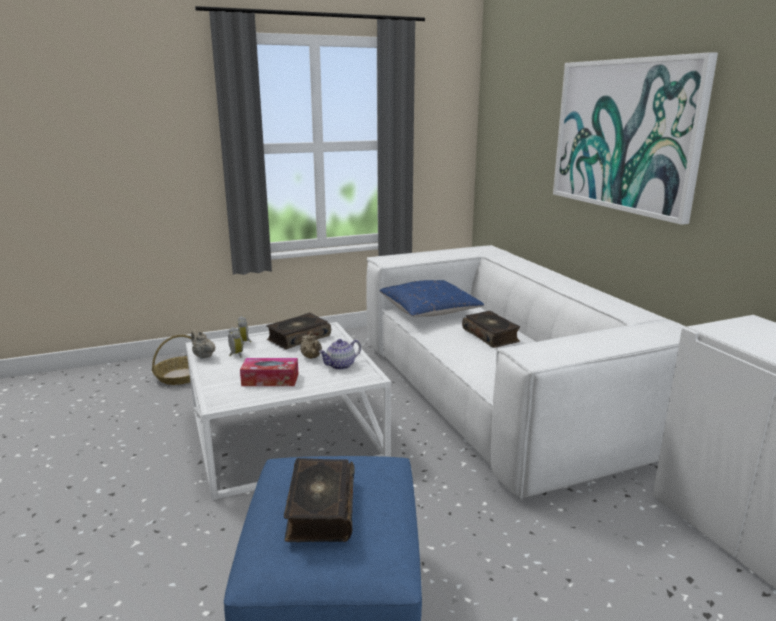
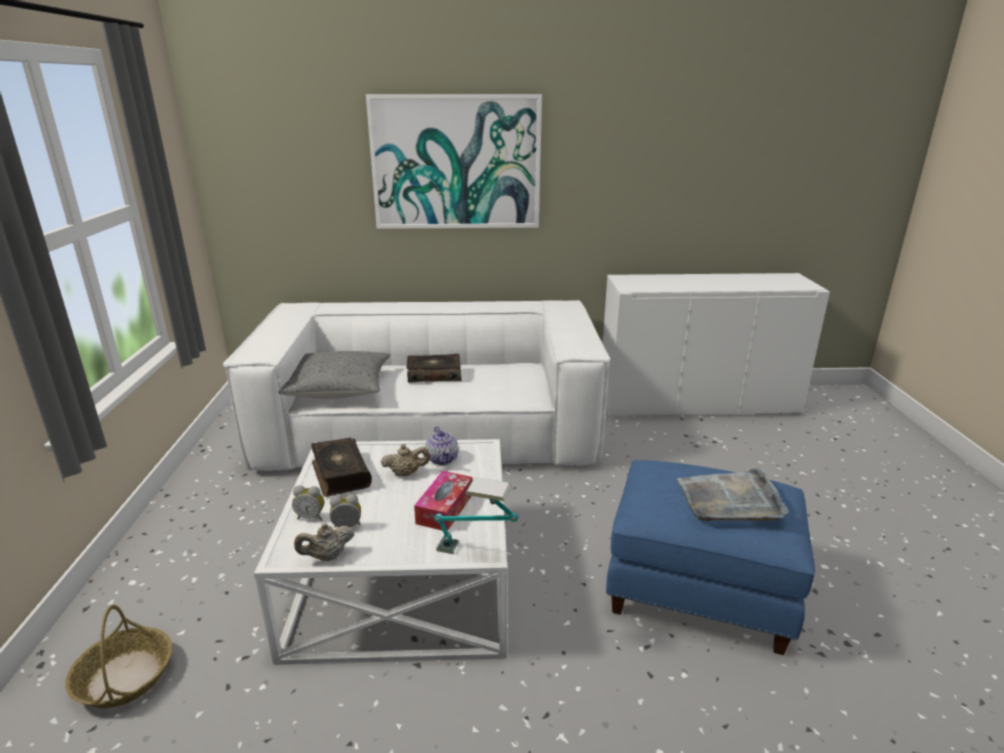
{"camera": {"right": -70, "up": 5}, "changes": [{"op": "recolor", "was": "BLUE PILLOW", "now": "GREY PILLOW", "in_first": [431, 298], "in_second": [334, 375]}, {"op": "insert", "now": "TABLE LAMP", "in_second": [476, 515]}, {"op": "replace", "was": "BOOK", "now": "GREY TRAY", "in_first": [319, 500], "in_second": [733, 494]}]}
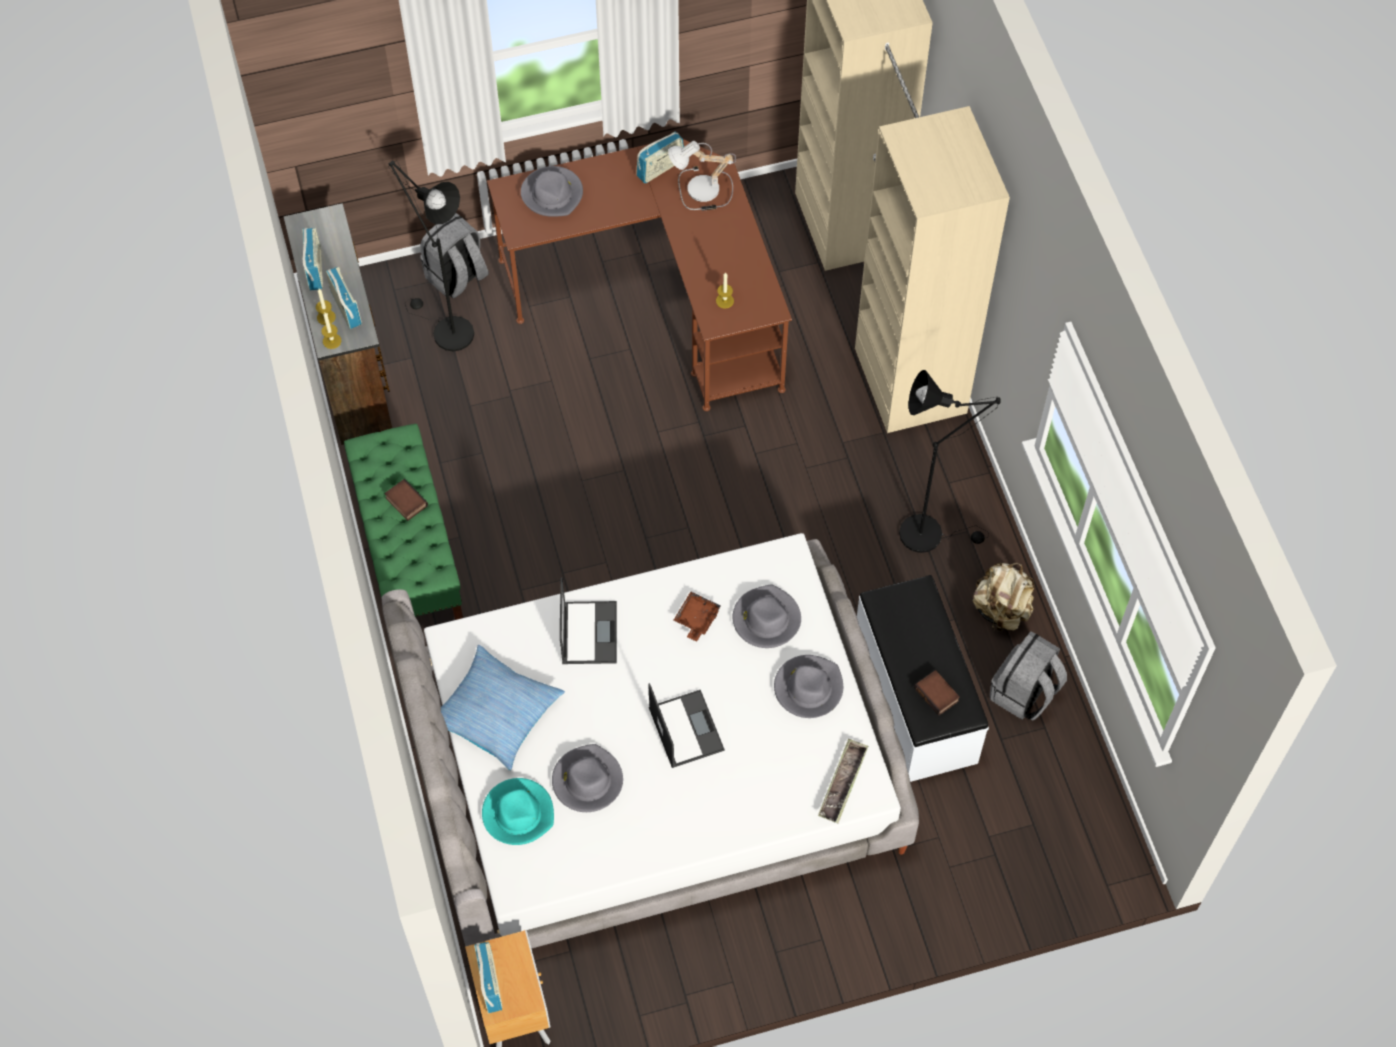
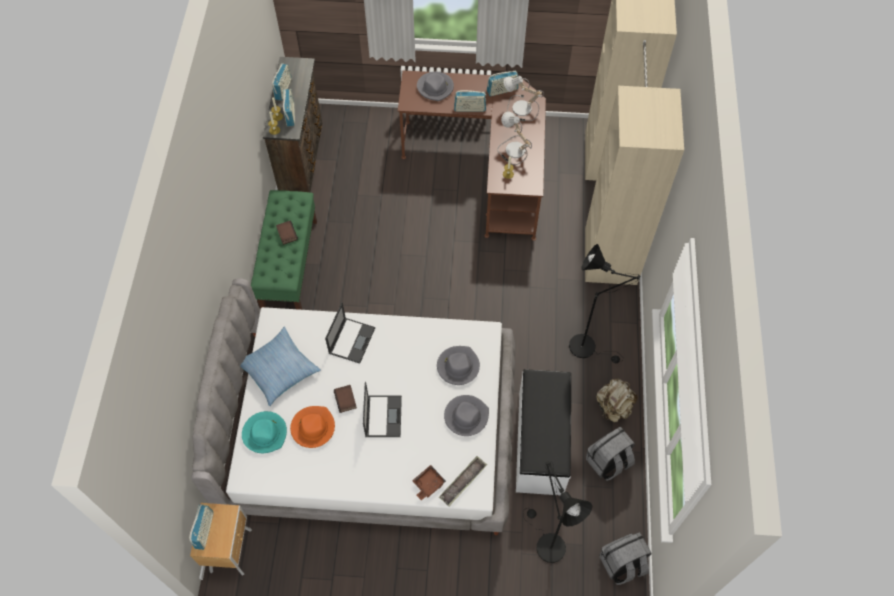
{"camera": {"right": 20, "up": 0}, "changes": [{"op": "recolor", "was": "GREY HAT", "now": "ORANGE HAT", "in_first": [587, 778], "in_second": [312, 427]}, {"op": "move", "was": "BOOK", "in_first": [937, 693], "in_second": [345, 399]}, {"op": "move", "was": "BROWN TRAY", "in_first": [697, 617], "in_second": [429, 483]}, {"op": "insert", "now": "RADIO", "in_second": [470, 101]}, {"op": "insert", "now": "TABLE LAMP", "in_second": [514, 138]}, {"op": "move", "was": "BLACK FLOOR LAMP", "in_first": [431, 256], "in_second": [558, 512]}, {"op": "move", "was": "GREY BACKPACK", "in_first": [454, 255], "in_second": [625, 558]}]}
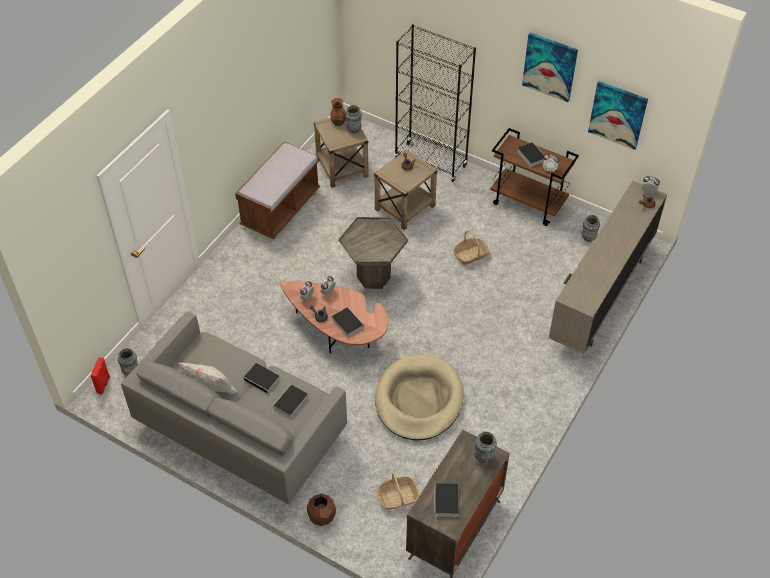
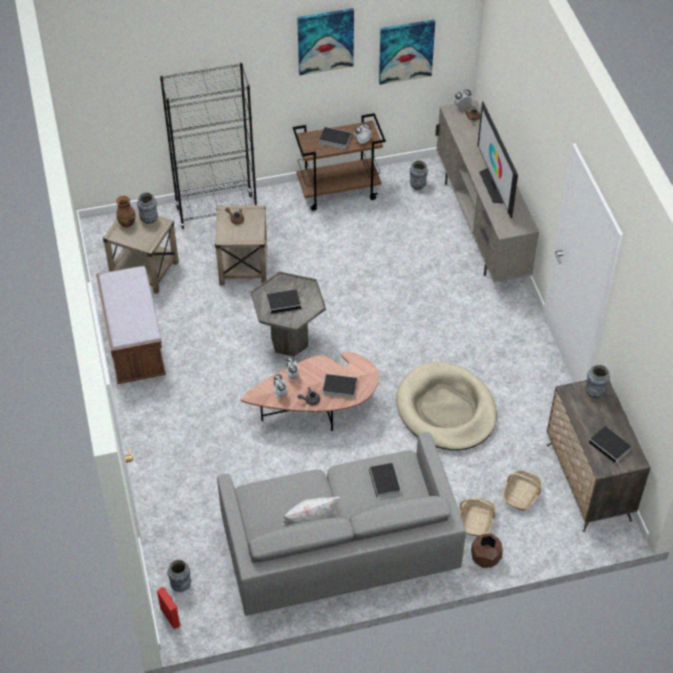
{"camera": {"right": -45, "up": 0}, "changes": [{"op": "move", "was": "BOOK", "in_first": [261, 379], "in_second": [284, 301]}, {"op": "move", "was": "BASKET", "in_first": [471, 248], "in_second": [478, 517]}, {"op": "insert", "now": "TELEVISION", "in_second": [498, 159]}]}
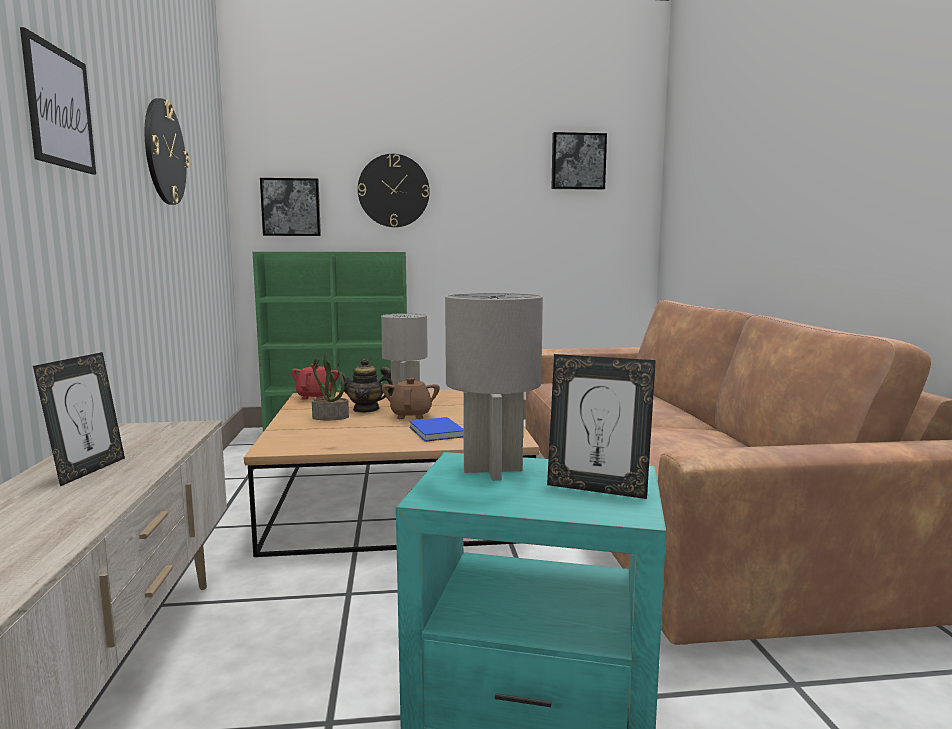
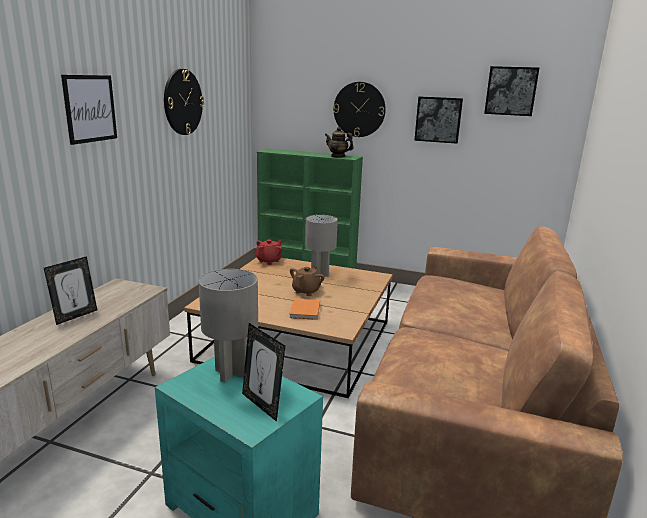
{"camera": {"right": 25, "up": 10}, "changes": [{"op": "recolor", "was": "BLUE BOOK", "now": "ORANGE BOOK", "in_first": [436, 429], "in_second": [304, 309]}, {"op": "move", "was": "TEAPOT", "in_first": [365, 385], "in_second": [339, 142]}, {"op": "move", "was": "PICTURE", "in_first": [290, 207], "in_second": [438, 120]}, {"op": "delete", "was": "POTTED PLANT", "in_first": [330, 386]}]}
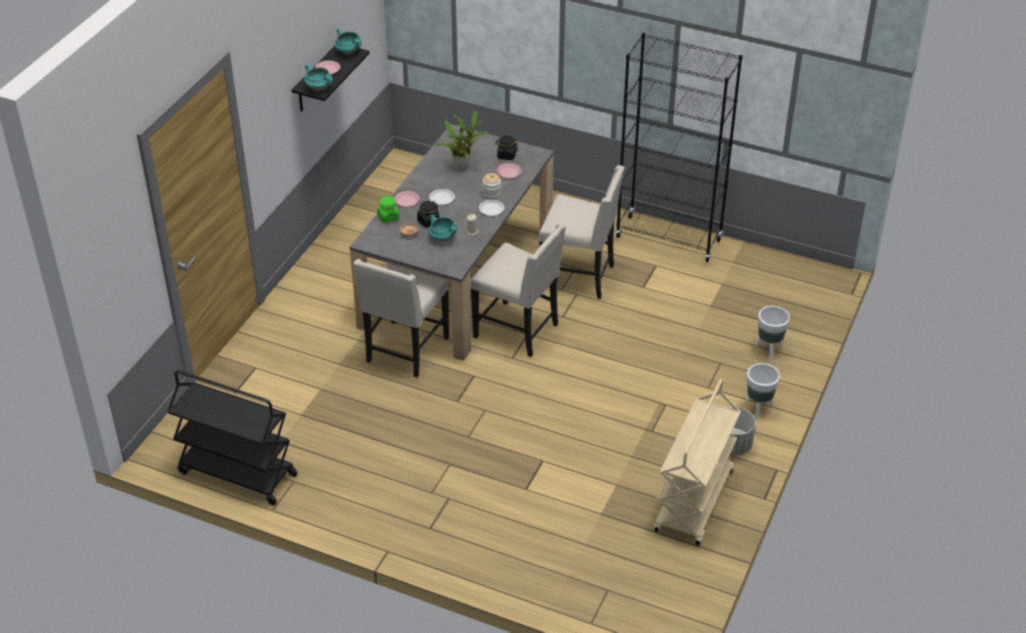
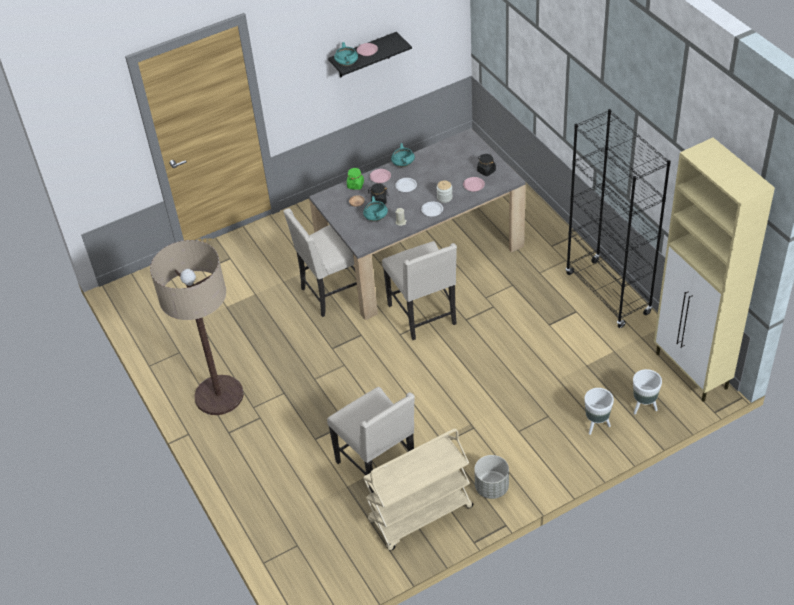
{"camera": {"right": 40, "up": 5}, "changes": [{"op": "insert", "now": "FLOOR LAMP", "in_second": [197, 327]}, {"op": "move", "was": "BEIGE CHAIR", "in_first": [581, 232], "in_second": [371, 440]}, {"op": "move", "was": "TURQUOISE COOKING POT", "in_first": [348, 41], "in_second": [403, 155]}, {"op": "move", "was": "WHITE PLANTER", "in_first": [763, 391], "in_second": [647, 391]}, {"op": "insert", "now": "BEIGE CABINET", "in_second": [714, 270]}, {"op": "delete", "was": "BLACK CART", "in_first": [232, 437]}, {"op": "delete", "was": "POTTED PLANT", "in_first": [461, 141]}]}
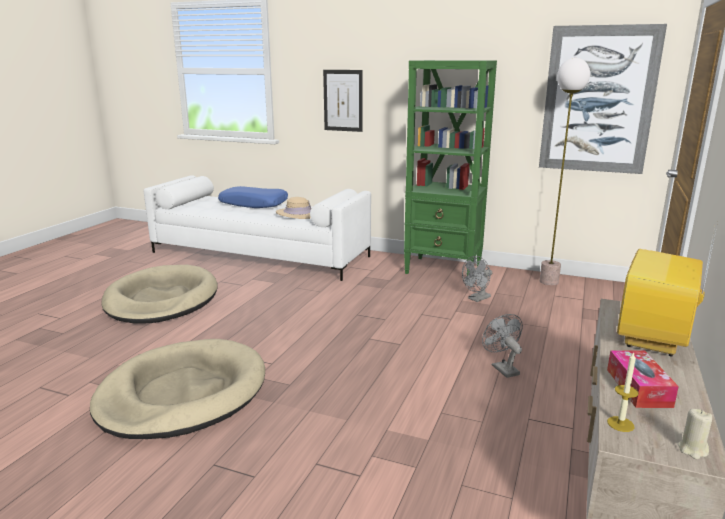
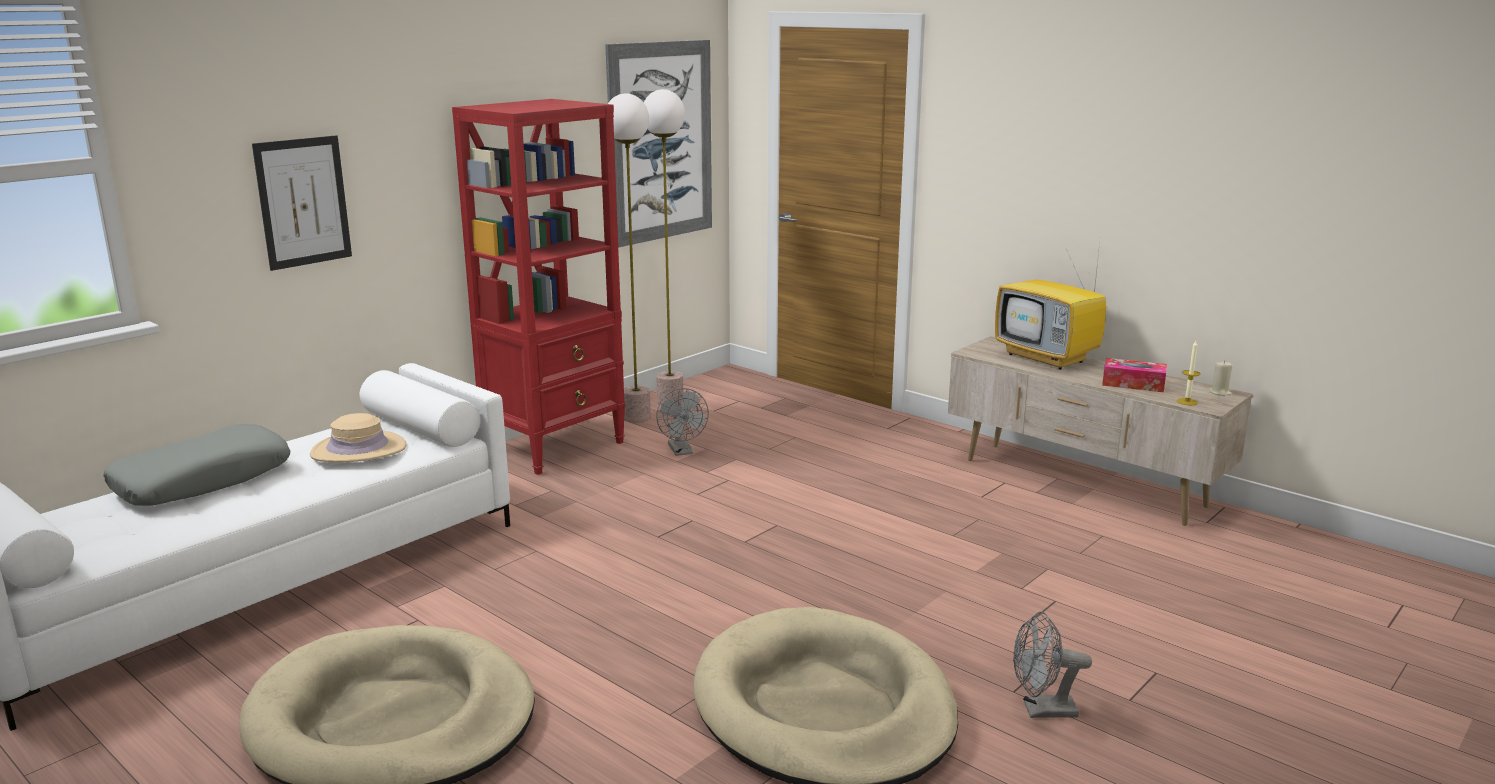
{"camera": {"right": -70, "up": 0}, "changes": [{"op": "recolor", "was": "BLUE PILLOW", "now": "GREY PILLOW", "in_first": [253, 197], "in_second": [197, 465]}, {"op": "recolor", "was": "GREEN BOOKCASE", "now": "RED BOOKCASE", "in_first": [450, 167], "in_second": [538, 287]}, {"op": "insert", "now": "FLOOR LAMP", "in_second": [629, 258]}, {"op": "move", "was": "GREY FAN", "in_first": [502, 346], "in_second": [1052, 664]}]}
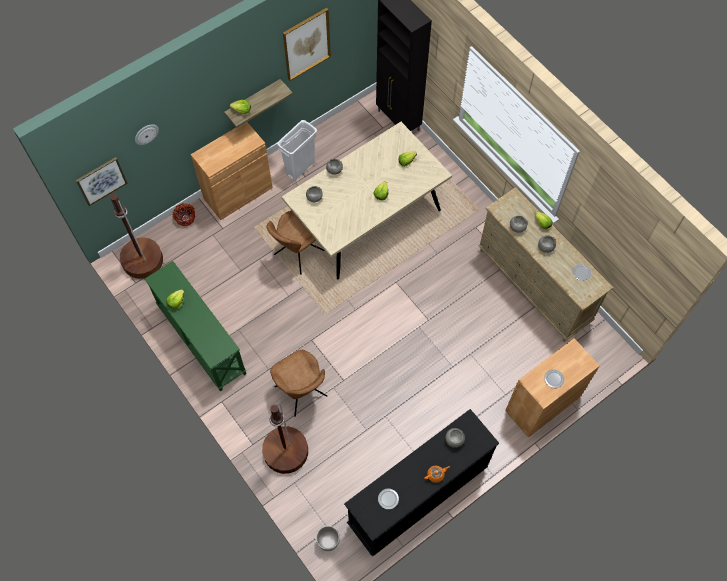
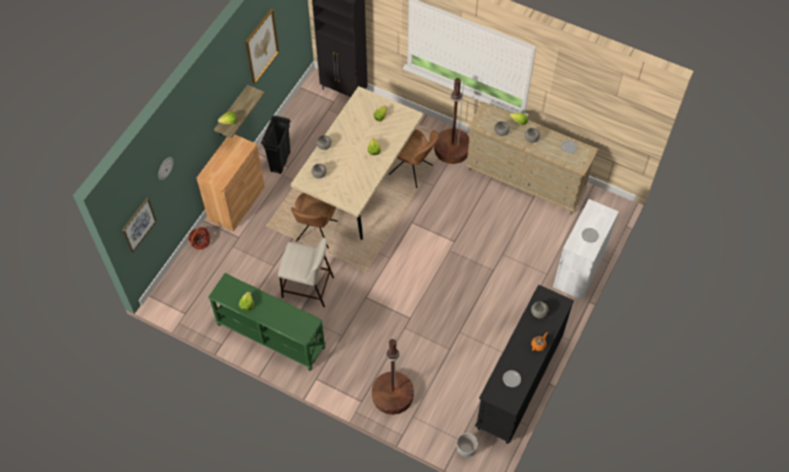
{"camera": {"right": -25, "up": -5}, "changes": [{"op": "recolor", "was": "WHITE TRASH CAN", "now": "BLACK TRASH CAN", "in_first": [297, 150], "in_second": [276, 145]}, {"op": "insert", "now": "BEIGE STOOL", "in_second": [306, 272]}, {"op": "move", "was": "BROWN CHAIR", "in_first": [298, 383], "in_second": [414, 158]}, {"op": "move", "was": "BROWN FLOOR LAMP", "in_first": [136, 236], "in_second": [451, 121]}, {"op": "recolor", "was": "BROWN CABINET", "now": "WHITE CABINET", "in_first": [552, 388], "in_second": [586, 249]}]}
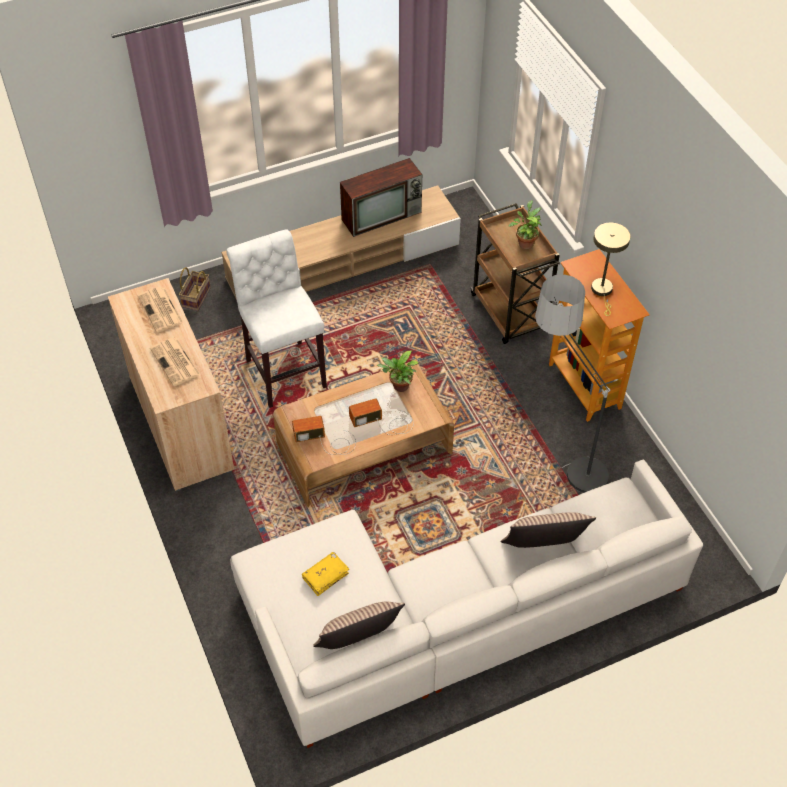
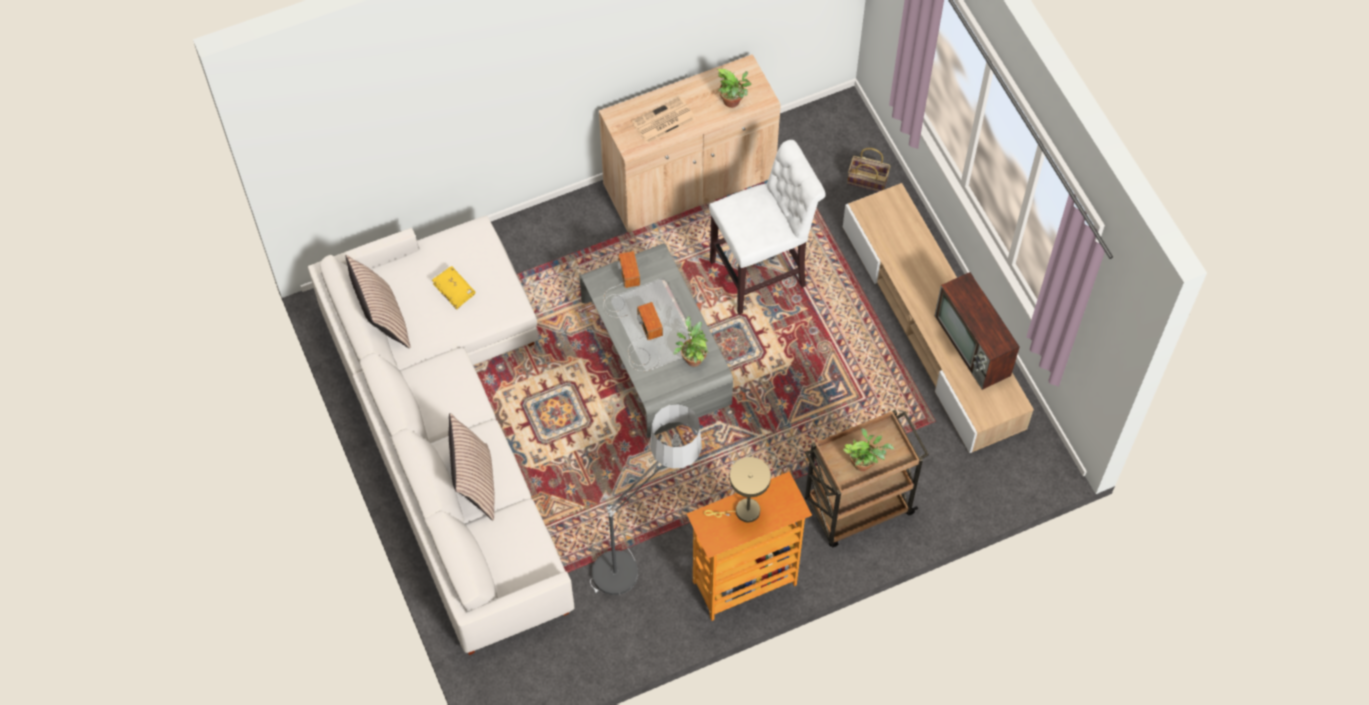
{"camera": {"right": 90, "up": 10}, "changes": [{"op": "recolor", "was": "BROWN COFFEE TABLE", "now": "GREY COFFEE TABLE", "in_first": [363, 434], "in_second": [656, 340]}, {"op": "replace", "was": "NEWSPAPER", "now": "POTTED PLANT", "in_first": [160, 310], "in_second": [734, 88]}]}
